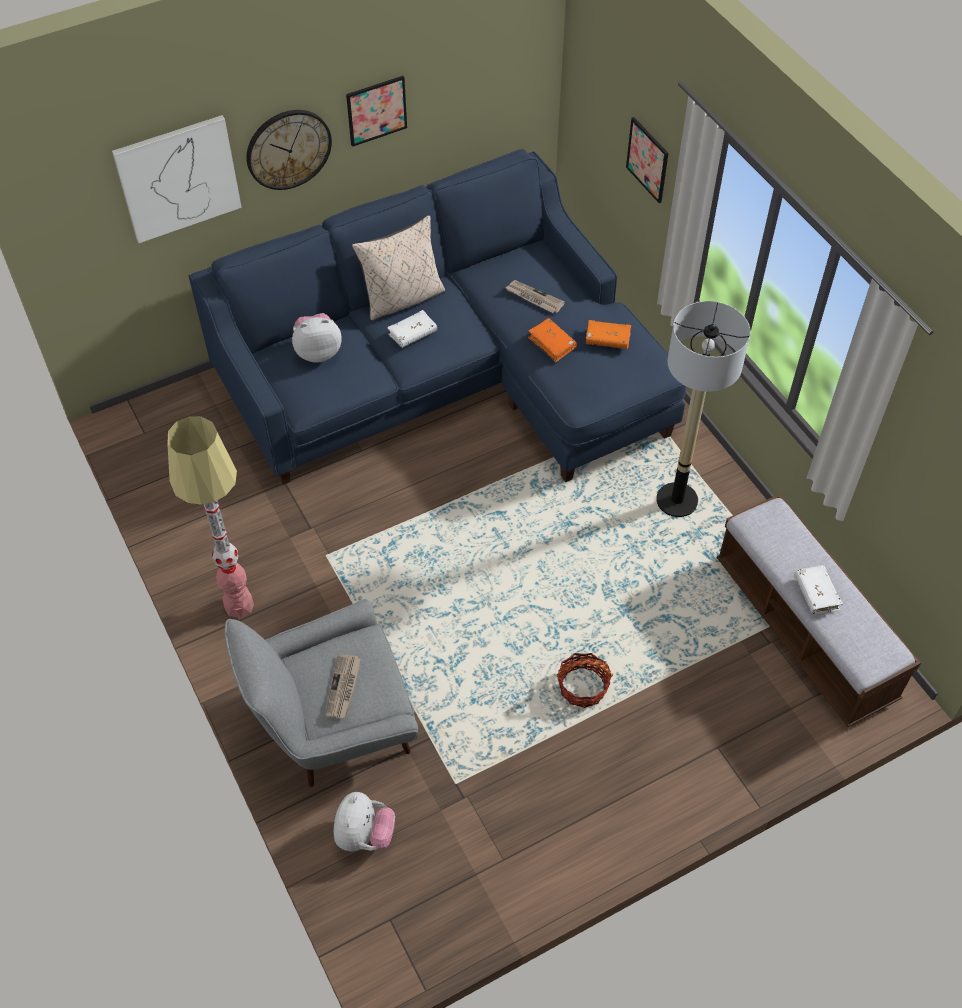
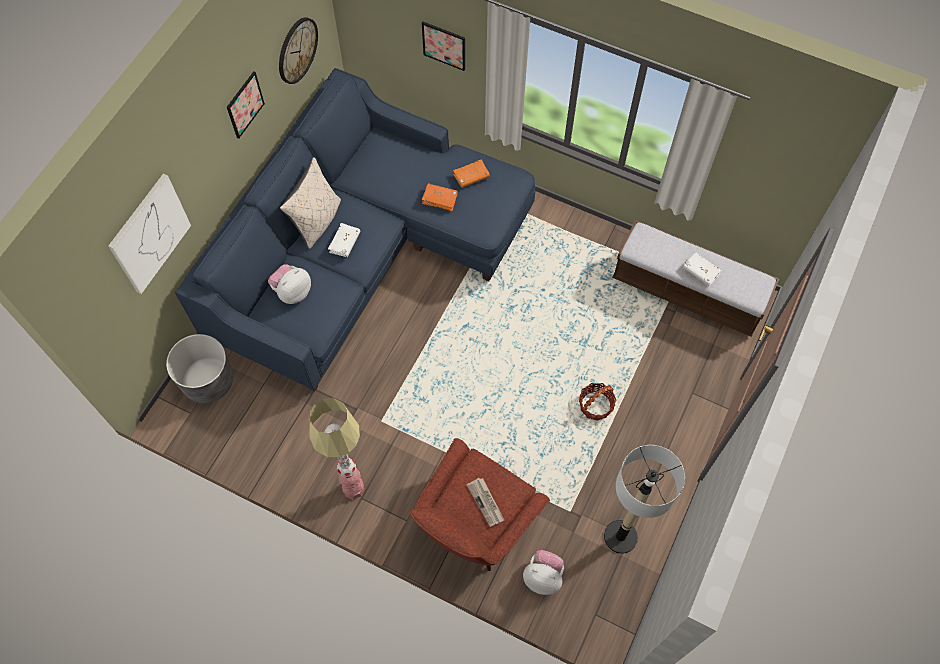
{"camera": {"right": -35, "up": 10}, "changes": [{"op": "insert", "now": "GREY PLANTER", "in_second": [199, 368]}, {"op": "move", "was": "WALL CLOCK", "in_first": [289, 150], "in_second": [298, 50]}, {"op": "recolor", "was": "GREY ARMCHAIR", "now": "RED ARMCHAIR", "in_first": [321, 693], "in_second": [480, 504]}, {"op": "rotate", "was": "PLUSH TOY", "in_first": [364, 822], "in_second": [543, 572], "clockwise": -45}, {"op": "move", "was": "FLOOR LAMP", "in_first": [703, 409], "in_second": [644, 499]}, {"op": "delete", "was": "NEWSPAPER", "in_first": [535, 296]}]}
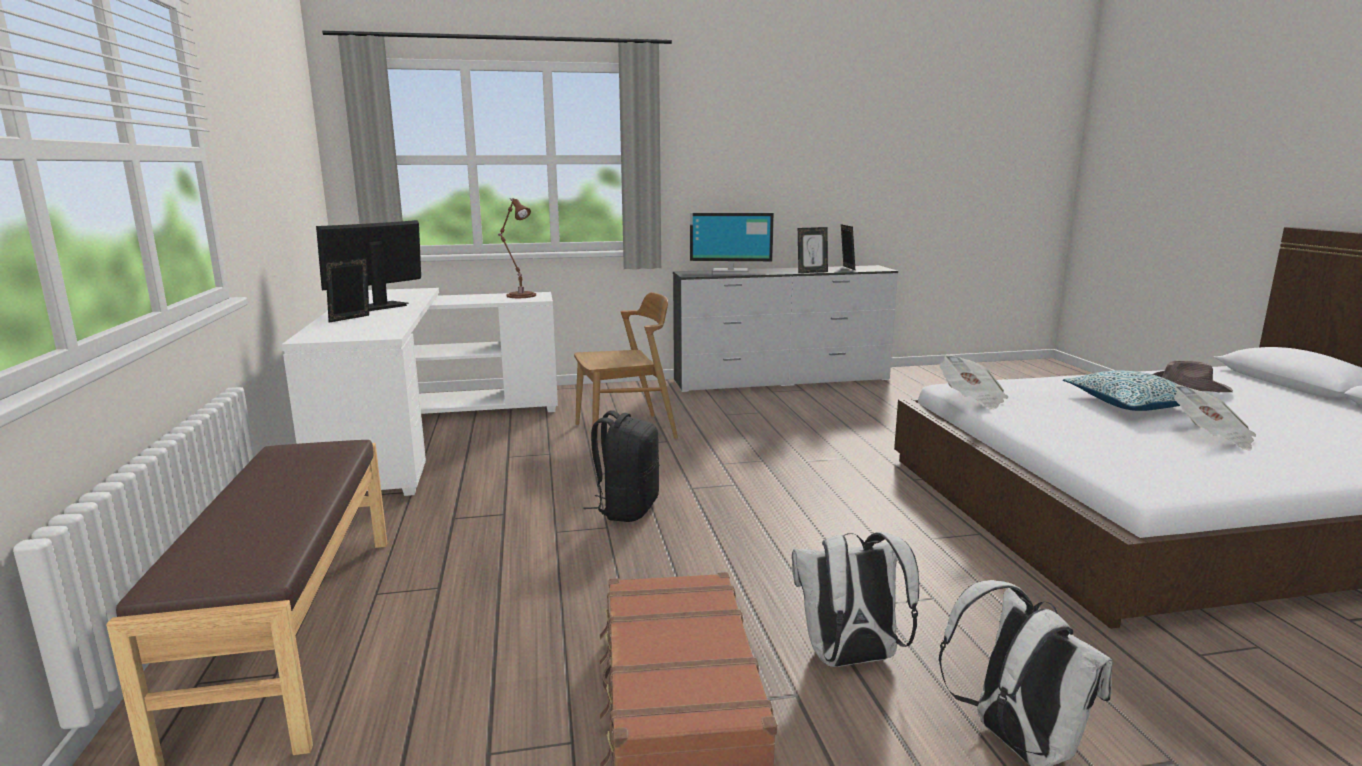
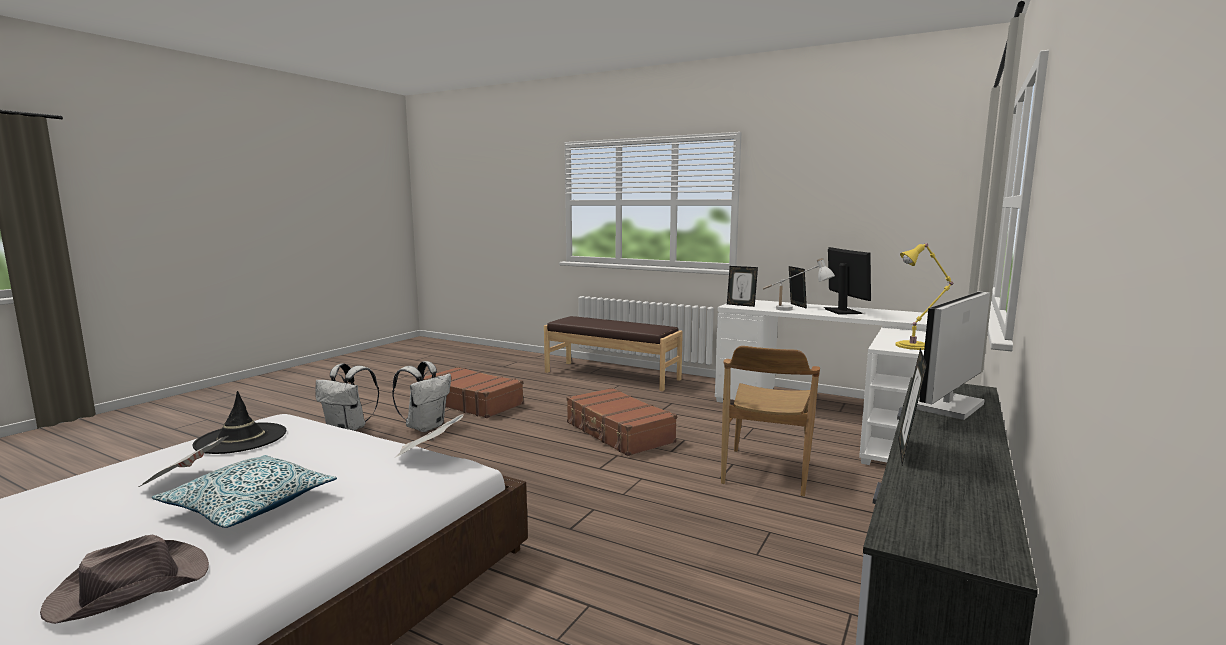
{"camera": {"right": 130, "up": -5}, "changes": [{"op": "insert", "now": "BLACK HAT", "in_second": [239, 422]}, {"op": "replace", "was": "BLACK BACKPACK", "now": "BROWN SUITCASE", "in_first": [621, 466], "in_second": [622, 421]}, {"op": "move", "was": "PICTURE FRAME", "in_first": [848, 247], "in_second": [742, 286]}, {"op": "insert", "now": "WHITE TABLE LAMP", "in_second": [799, 284]}, {"op": "recolor", "was": "BROWN TABLE LAMP", "now": "YELLOW TABLE LAMP", "in_first": [516, 248], "in_second": [924, 296]}]}
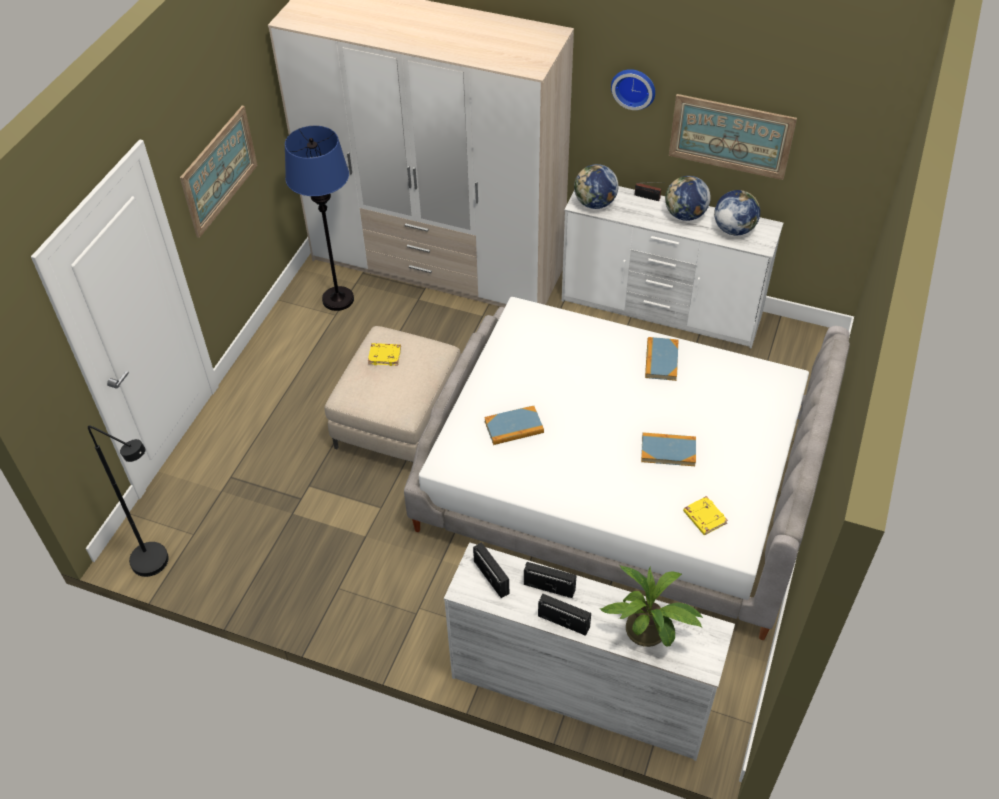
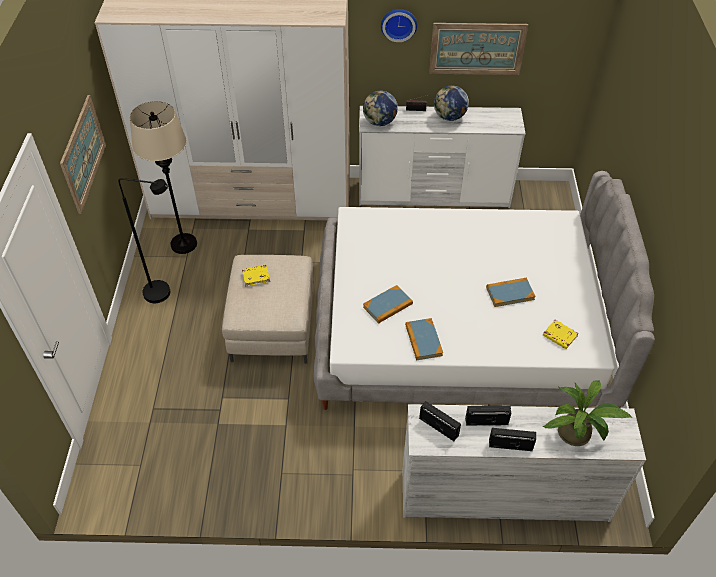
{"camera": {"right": -20, "up": 0}, "changes": [{"op": "move", "was": "BLACK FLOOR LAMP", "in_first": [128, 501], "in_second": [144, 240]}, {"op": "recolor", "was": "BLUE FLOOR LAMP", "now": "BEIGE FLOOR LAMP", "in_first": [319, 218], "in_second": [163, 177]}, {"op": "move", "was": "BOOK", "in_first": [662, 359], "in_second": [424, 339]}, {"op": "delete", "was": "GLOBE", "in_first": [737, 212]}]}
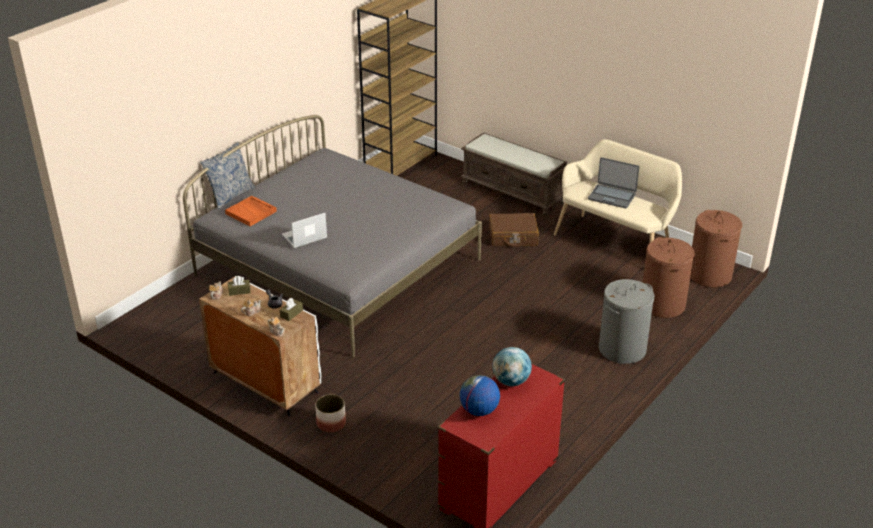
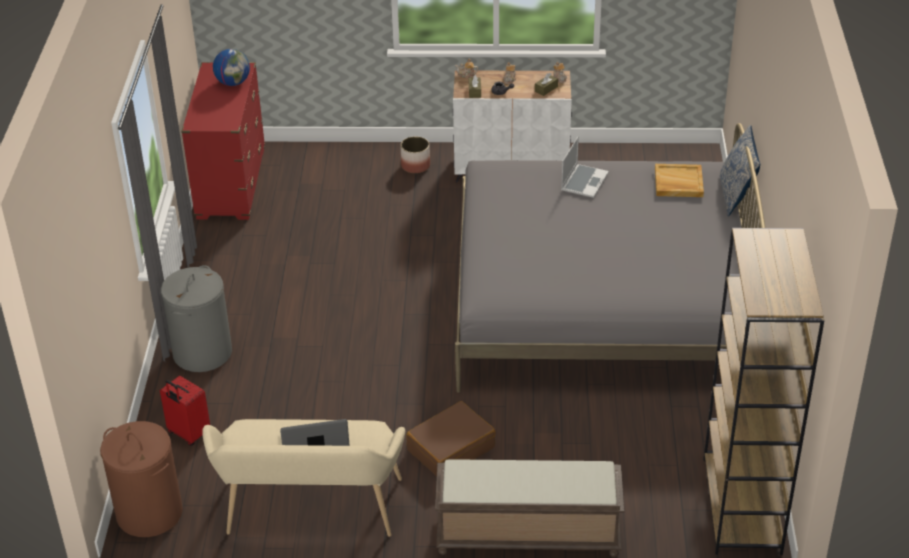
{"camera": {"right": 145, "up": 5}, "changes": [{"op": "replace", "was": "BROWN LAUNDRY BASKET", "now": "RED SUITCASE", "in_first": [669, 277], "in_second": [185, 411]}, {"op": "recolor", "was": "ORANGE TRAY", "now": "BEIGE TRAY", "in_first": [251, 211], "in_second": [679, 180]}, {"op": "delete", "was": "GLOBE", "in_first": [512, 366]}]}
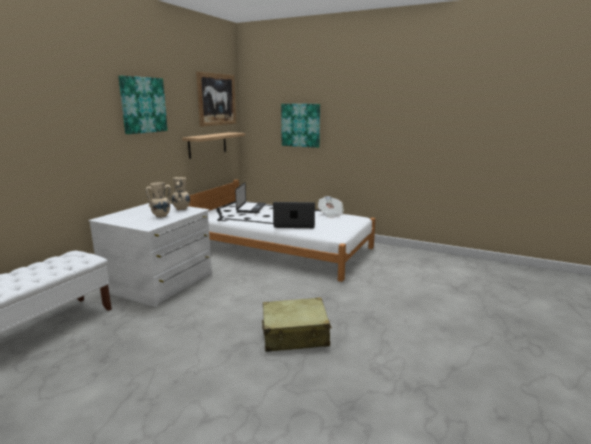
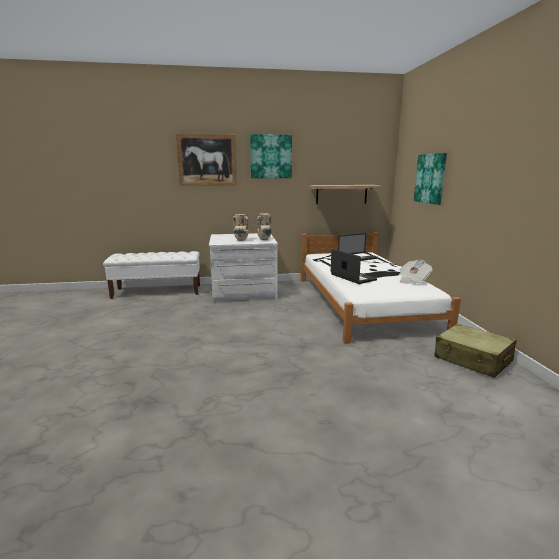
{"camera": {"right": 55, "up": 0}, "changes": [{"op": "move", "was": "PICTURE", "in_first": [216, 99], "in_second": [206, 159]}, {"op": "move", "was": "BEIGE SUITCASE", "in_first": [297, 324], "in_second": [476, 351]}]}
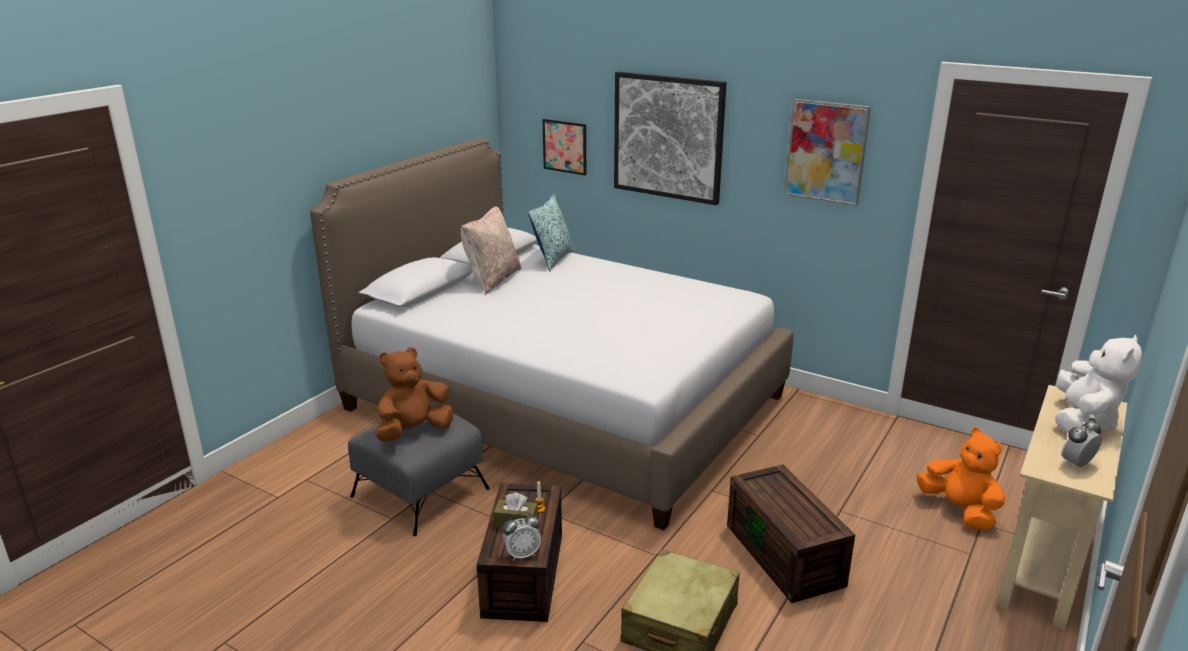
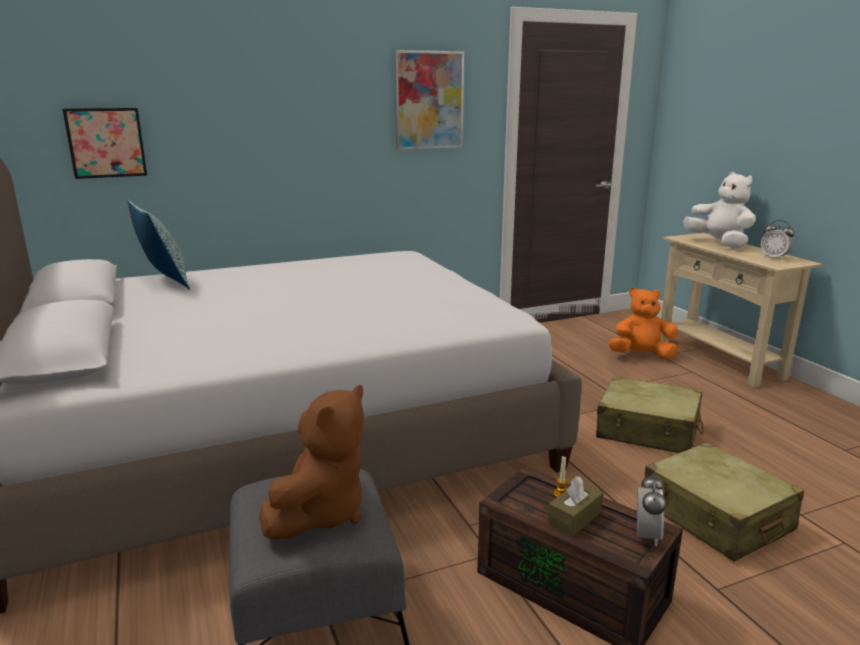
{"camera": {"right": -55, "up": -5}, "changes": [{"op": "rotate", "was": "BROWN PLUSH TOY", "in_first": [414, 394], "in_second": [311, 462], "clockwise": -150}, {"op": "replace", "was": "BROWN STORAGE BOX", "now": "BEIGE SUITCASE", "in_first": [791, 534], "in_second": [649, 415]}, {"op": "rotate", "was": "ALARM CLOCK", "in_first": [1081, 442], "in_second": [778, 240], "clockwise": -45}, {"op": "delete", "was": "BEIGE PILLOW", "in_first": [491, 250]}, {"op": "delete", "was": "PICTURE", "in_first": [670, 138]}]}
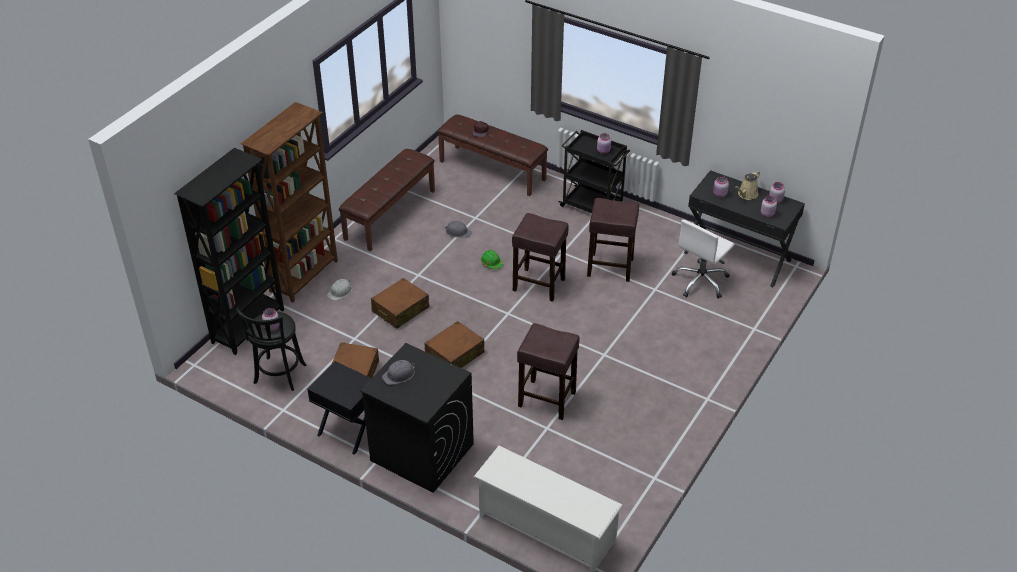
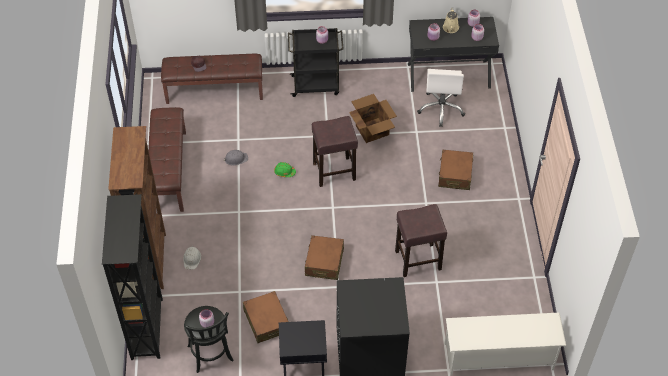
{"camera": {"right": -35, "up": 10}, "changes": [{"op": "replace", "was": "BROWN STOOL", "now": "CARDBOARD BOX", "in_first": [613, 240], "in_second": [373, 118]}, {"op": "move", "was": "BROWN SUITCASE", "in_first": [400, 303], "in_second": [455, 170]}, {"op": "delete", "was": "GREY HARD HAT", "in_first": [398, 372]}]}
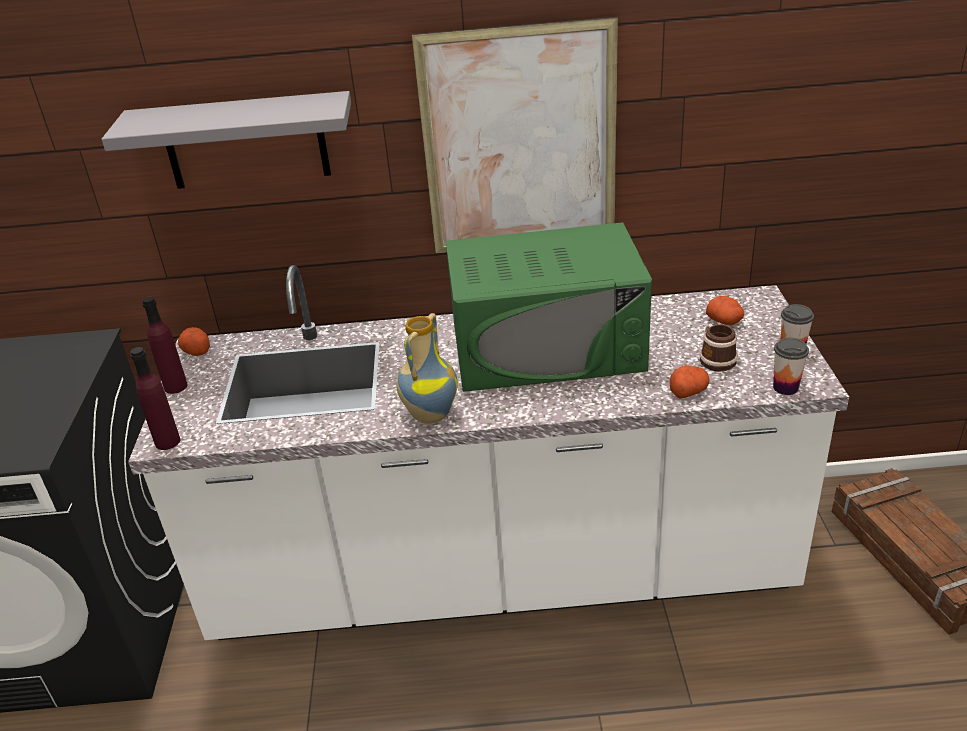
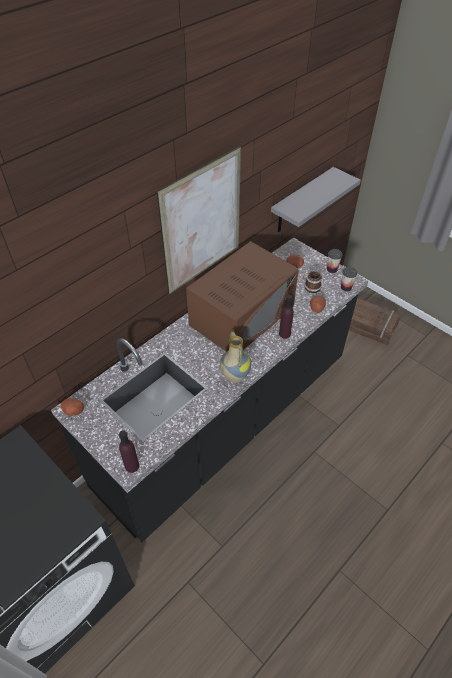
{"camera": {"right": -45, "up": 15}, "changes": [{"op": "recolor", "was": "WHITE COUNTER", "now": "BLACK COUNTER", "in_first": [488, 452], "in_second": [209, 389]}, {"op": "recolor", "was": "GREEN MICROWAVE", "now": "BROWN MICROWAVE", "in_first": [549, 307], "in_second": [242, 296]}, {"op": "move", "was": "GREY SHELF", "in_first": [226, 140], "in_second": [316, 199]}, {"op": "move", "was": "PURPLE BOTTLE", "in_first": [165, 345], "in_second": [286, 317]}]}
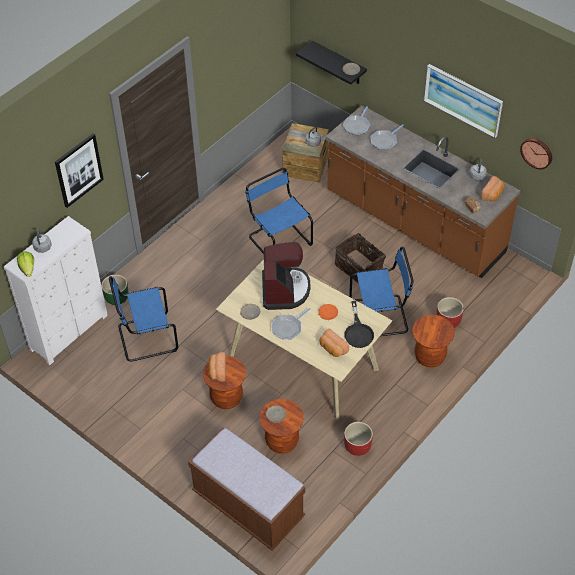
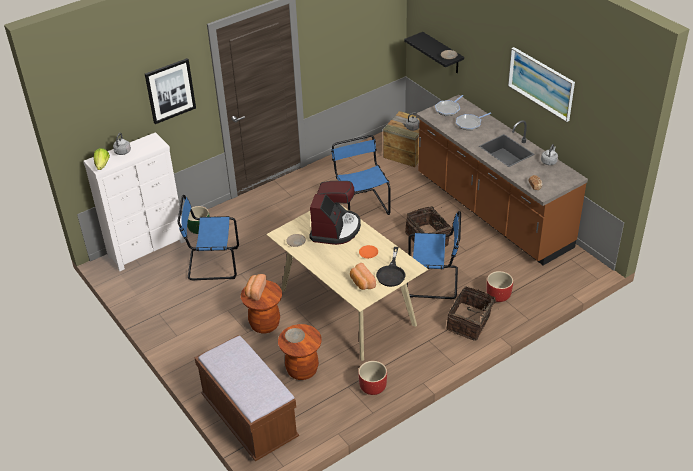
{"camera": {"right": 15, "up": -10}, "changes": [{"op": "replace", "was": "BROWN STOOL", "now": "BASKET", "in_first": [433, 341], "in_second": [474, 314]}, {"op": "delete", "was": "FRYING PAN", "in_first": [291, 323]}, {"op": "delete", "was": "BREAD", "in_first": [493, 189]}, {"op": "delete", "was": "WALL CLOCK", "in_first": [536, 153]}]}
